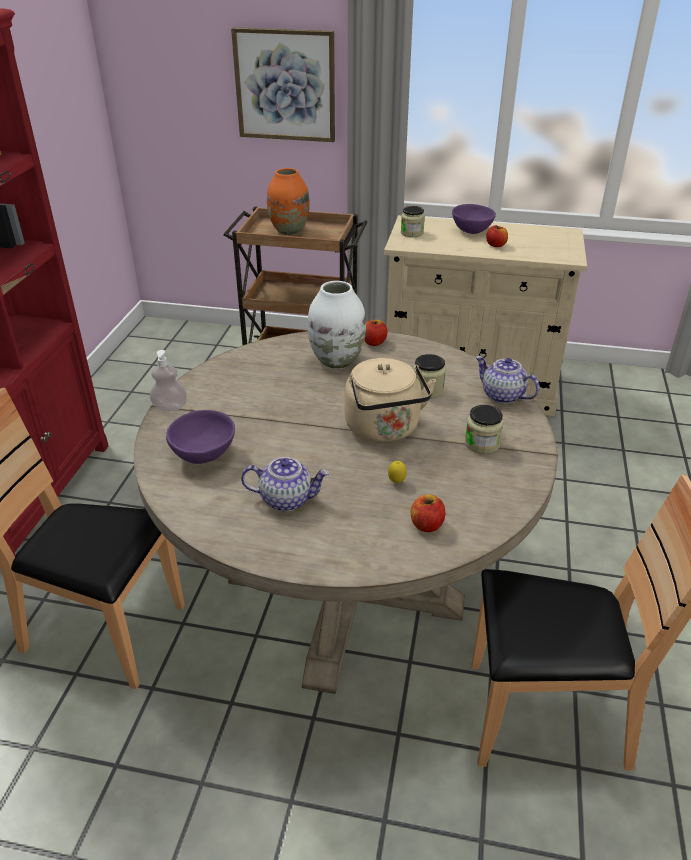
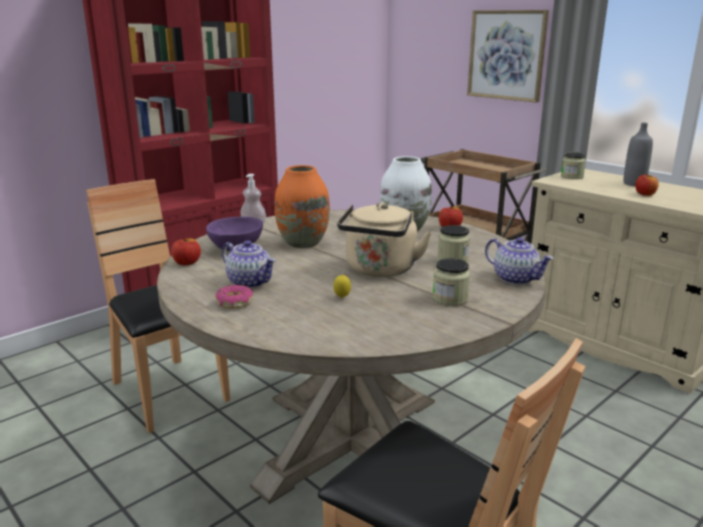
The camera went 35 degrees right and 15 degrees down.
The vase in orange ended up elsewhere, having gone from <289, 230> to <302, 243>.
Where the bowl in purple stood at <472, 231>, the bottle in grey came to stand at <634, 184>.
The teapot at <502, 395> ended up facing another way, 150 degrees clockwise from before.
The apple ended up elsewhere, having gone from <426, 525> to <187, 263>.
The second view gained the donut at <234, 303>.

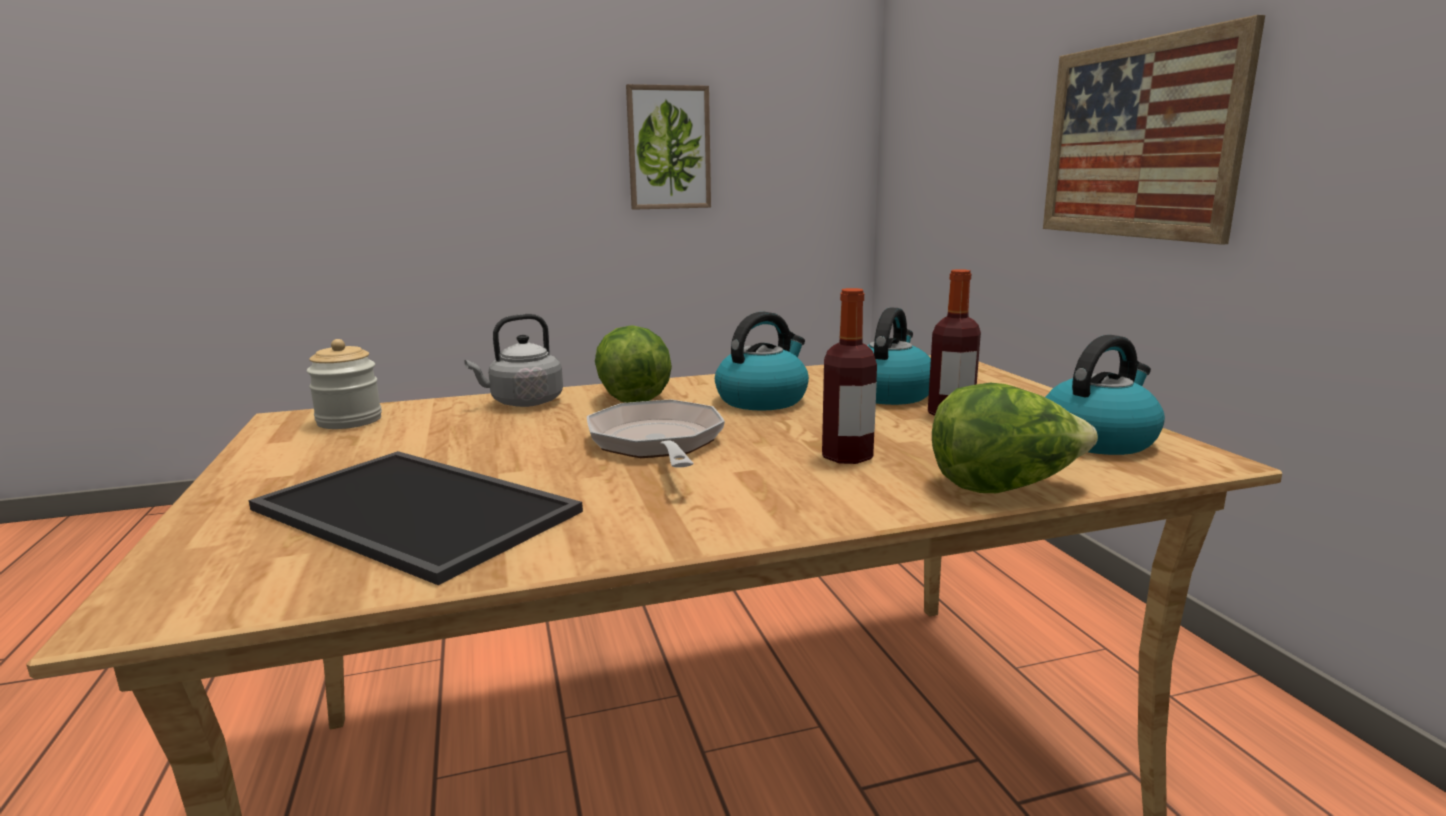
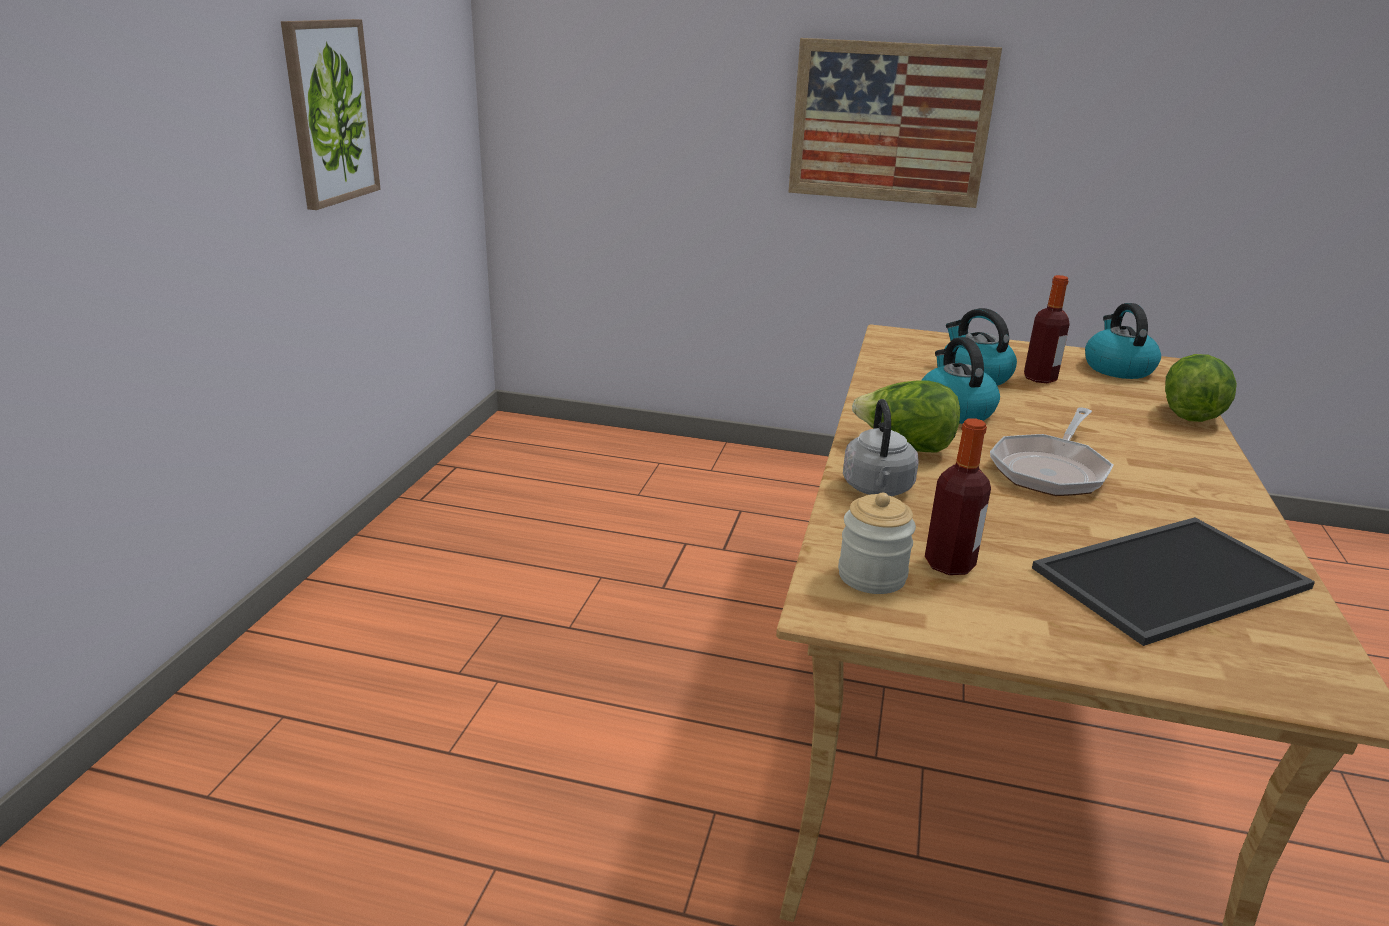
The camera went 60 degrees left and 10 degrees up.
The bottle ended up elsewhere, having gone from <847, 456> to <949, 564>.
The frying pan at <657, 444> ended up facing another way, 75 degrees counterclockwise from before.

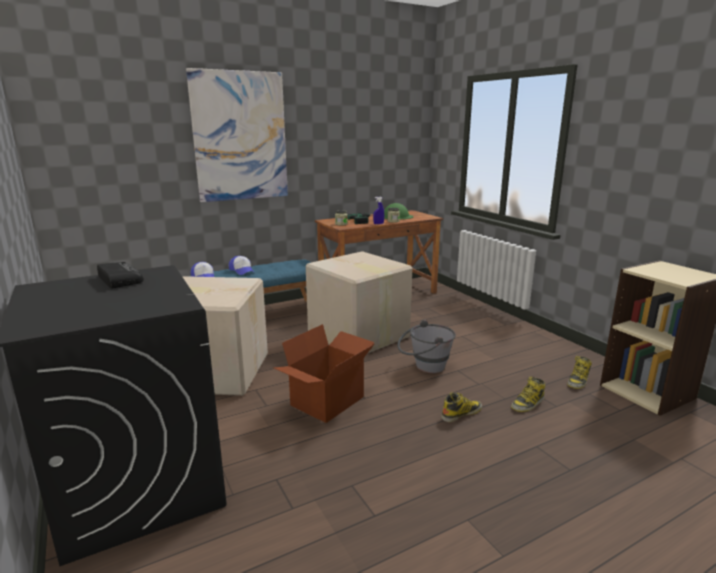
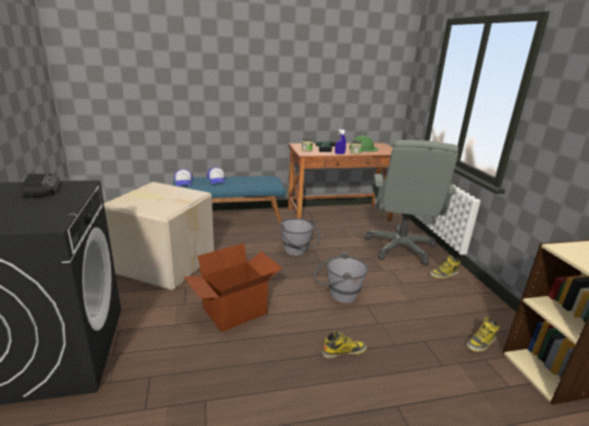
The camera went 15 degrees right and 5 degrees up.
The second view lost the picture at <240, 137>.
Where the cardboard box stood at <358, 336>, the bucket in grey came to stand at <297, 252>.
The boot ended up elsewhere, having gone from <528, 403> to <444, 274>.
The second view gained the office chair in grey at <400, 248>.

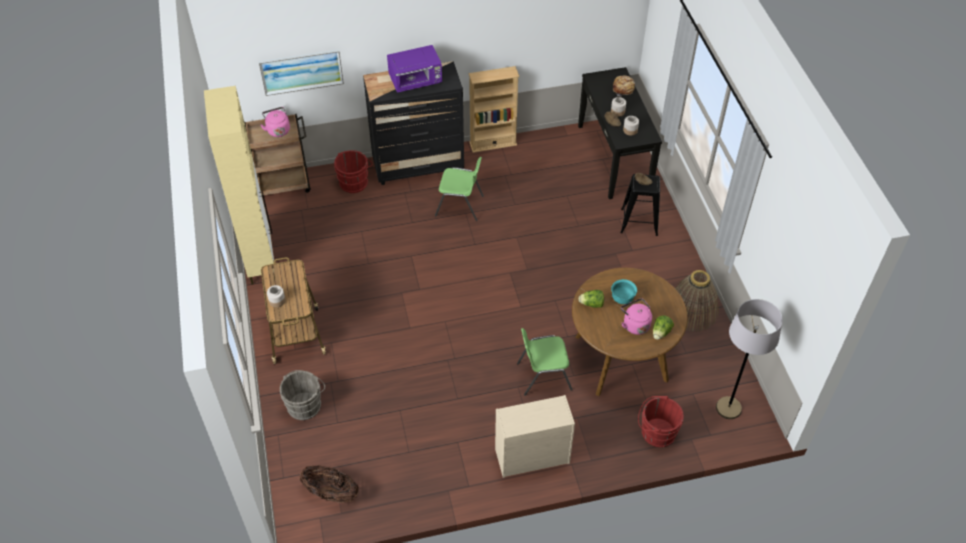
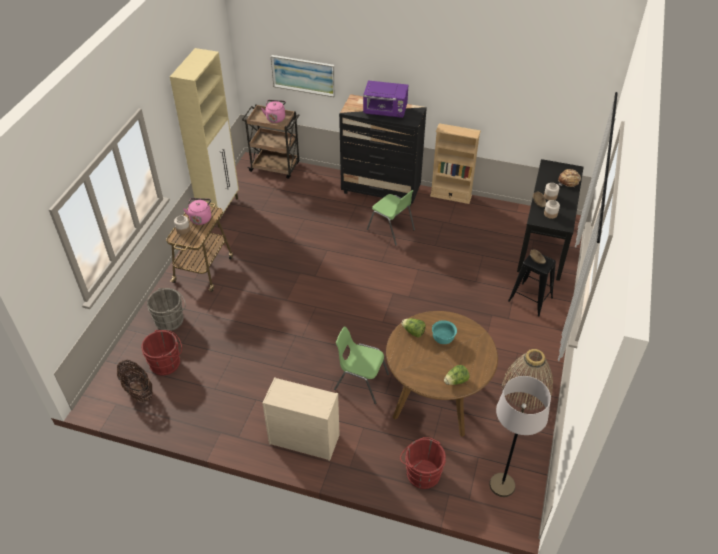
The camera went 30 degrees right and 5 degrees down.
The bucket in red ended up elsewhere, having gone from <355, 182> to <167, 363>.
The kettle in pink ended up elsewhere, having gone from <635, 324> to <201, 218>.

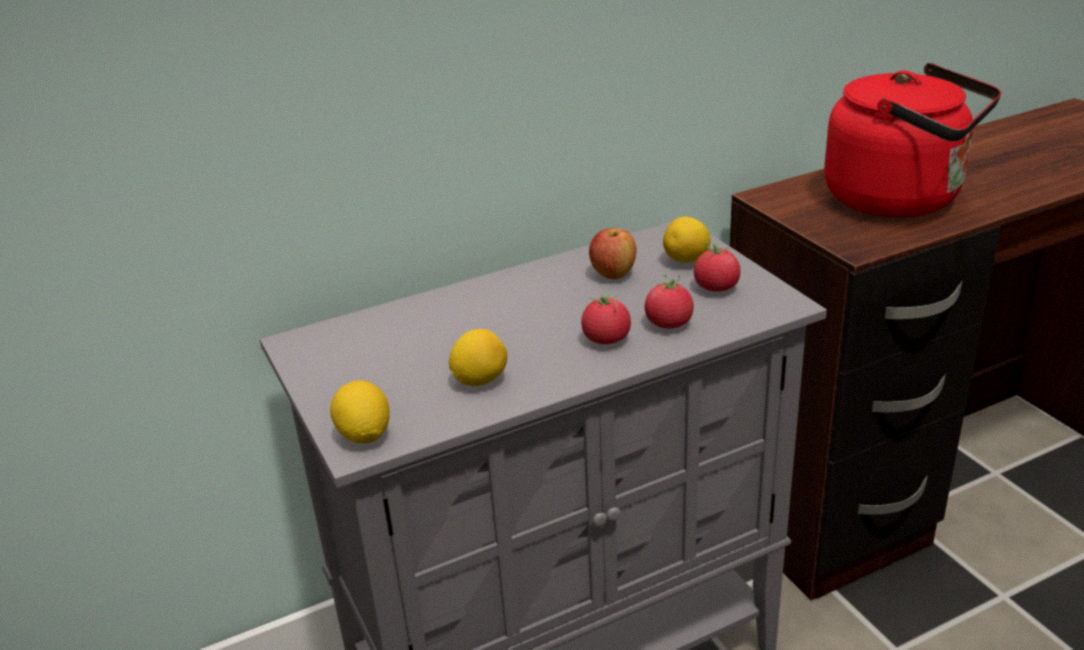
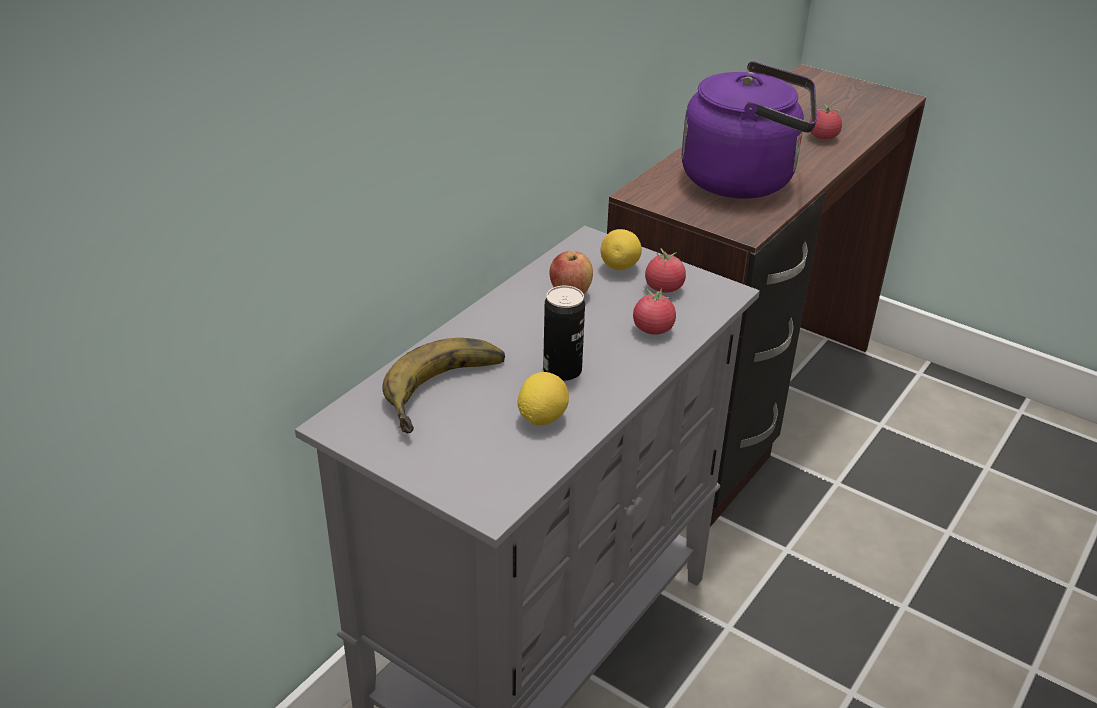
The camera went 30 degrees left and 5 degrees up.
What was the kettle in red at <901, 199> turned into the kettle in purple at <745, 180>.
The tomato ended up elsewhere, having gone from <606, 339> to <823, 137>.
The second view lost the lemon at <364, 435>.
The second view gained the can at <562, 370>.
The second view gained the banana at <451, 393>.

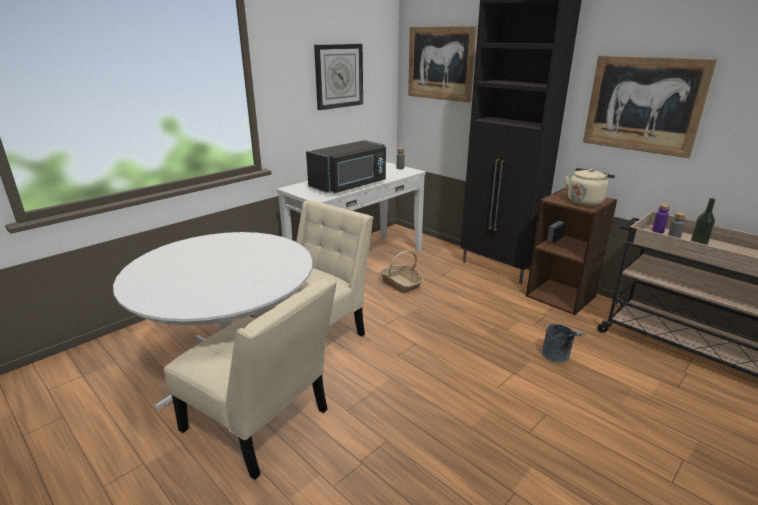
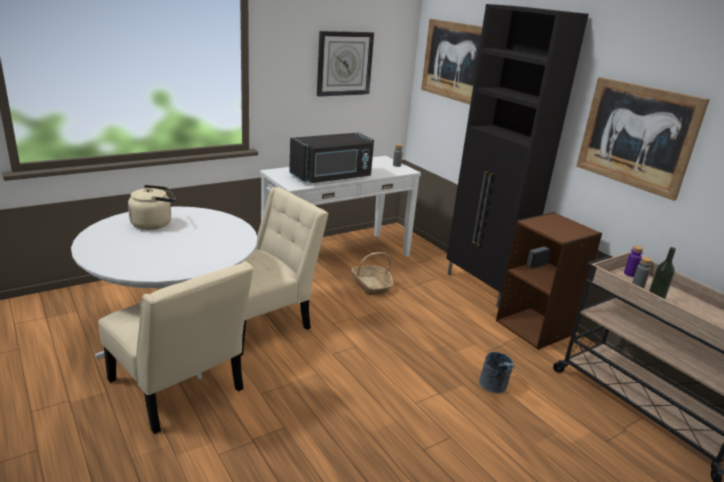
The camera went 10 degrees right and 0 degrees up.
The kettle in beige ended up elsewhere, having gone from <585, 201> to <154, 224>.

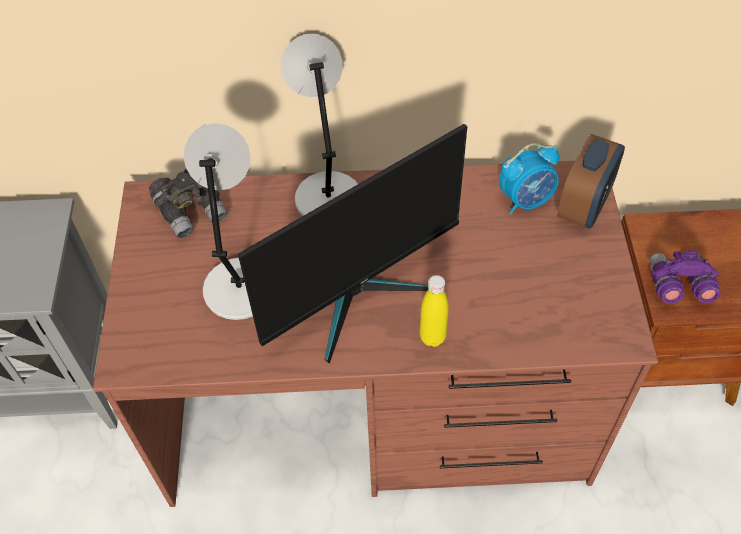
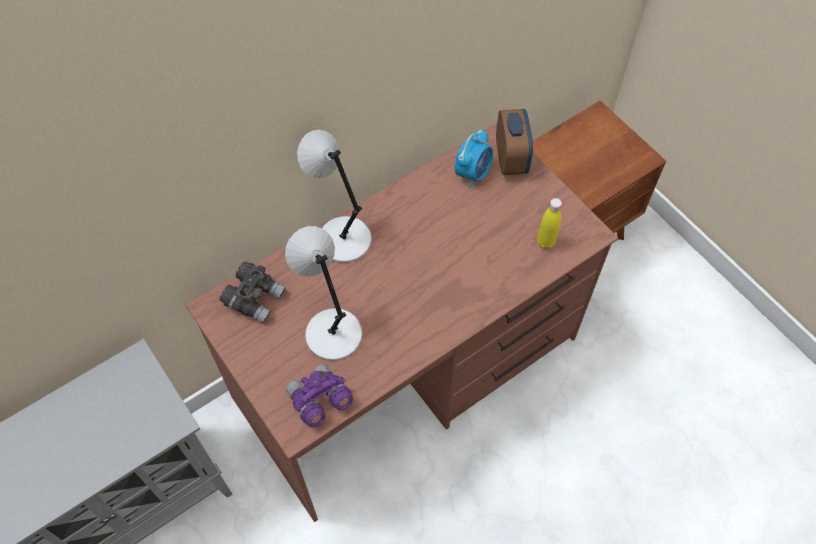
The camera went 35 degrees left and 5 degrees up.
The second view lost the monitor at <360, 295>.
The binoculars in purple ended up elsewhere, having gone from <677, 287> to <319, 401>.
The bottle in yellow ended up elsewhere, having gone from <432, 337> to <545, 242>.

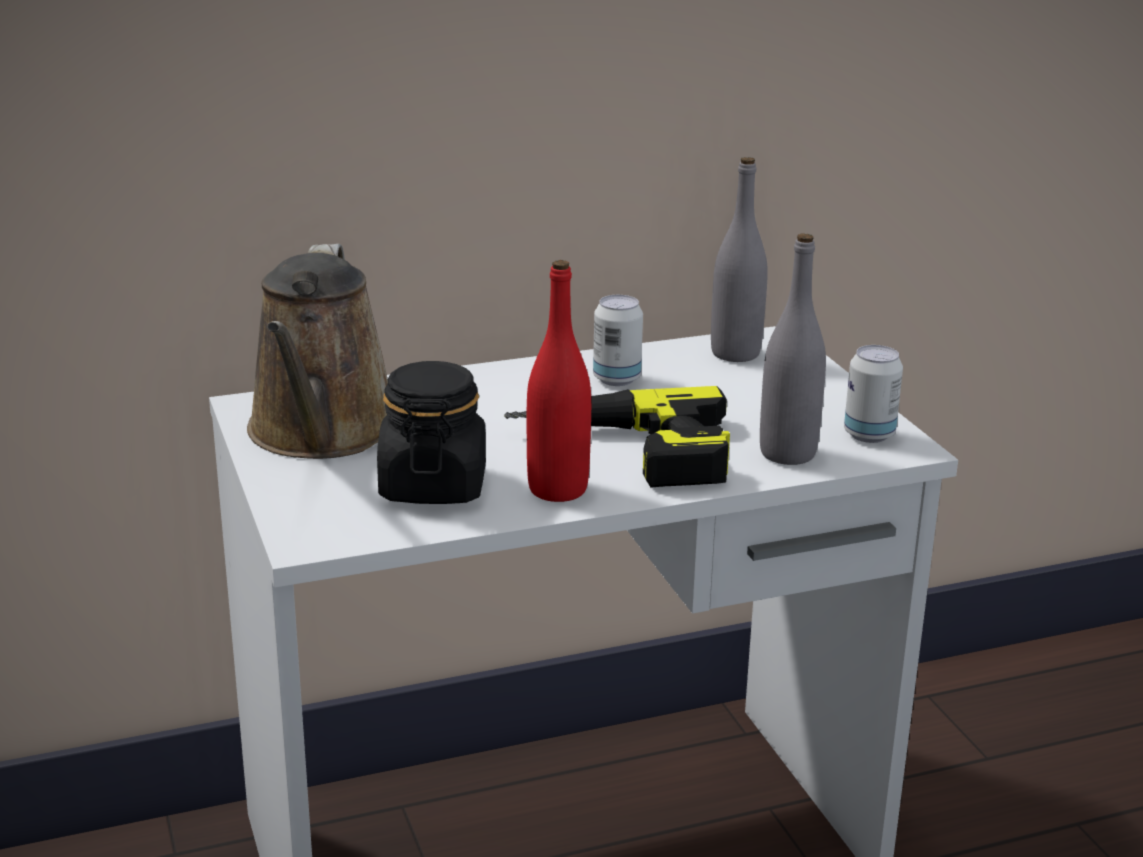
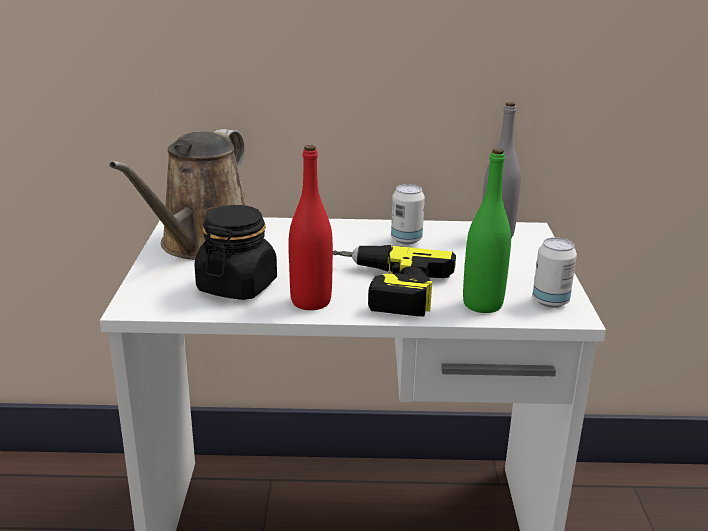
The camera went 20 degrees right and 0 degrees up.
What was the bottle in grey at <787, 453> turned into the bottle in green at <482, 304>.

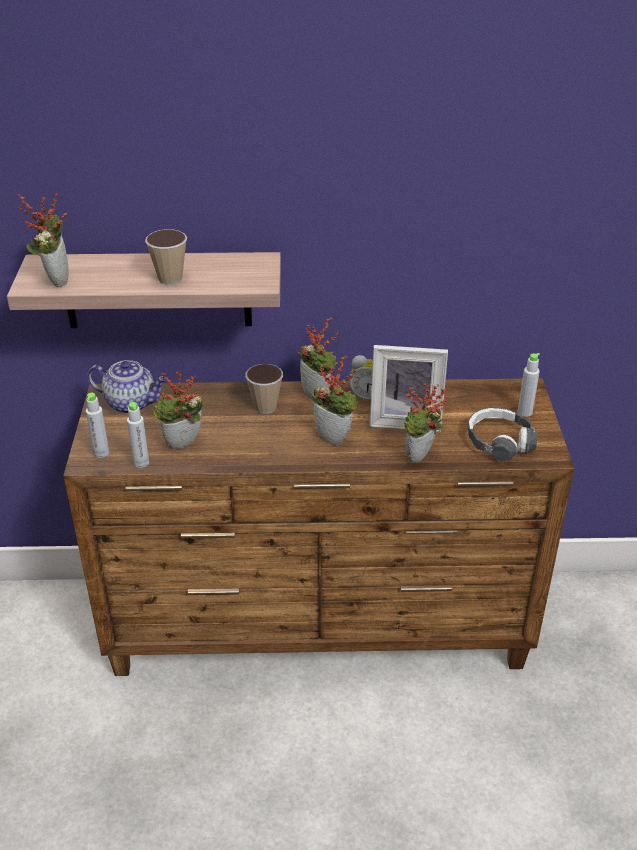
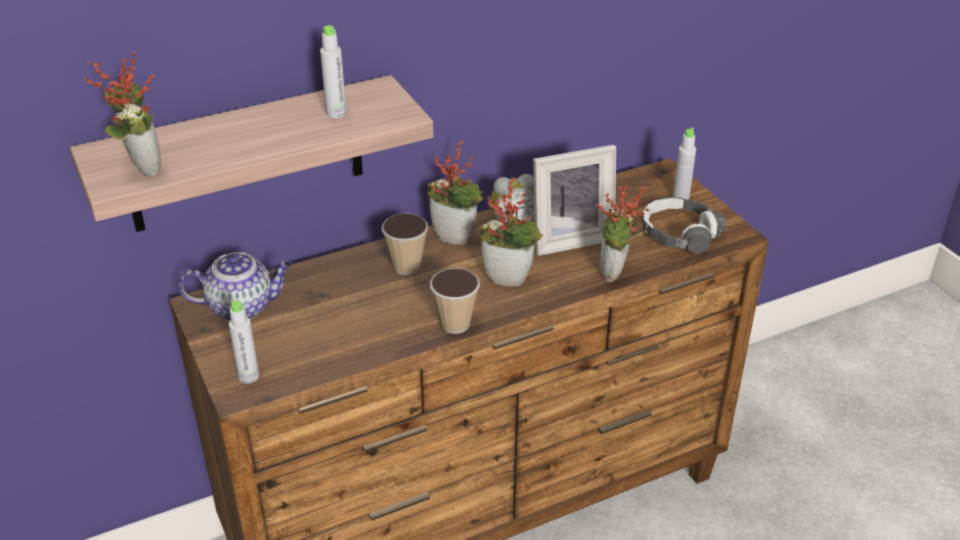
The camera went 25 degrees left and 0 degrees up.
The cup ended up elsewhere, having gone from <170, 278> to <455, 324>.
The second view lost the potted plant at <183, 446>.
The bottle in grey ended up elsewhere, having gone from <141, 462> to <336, 113>.

